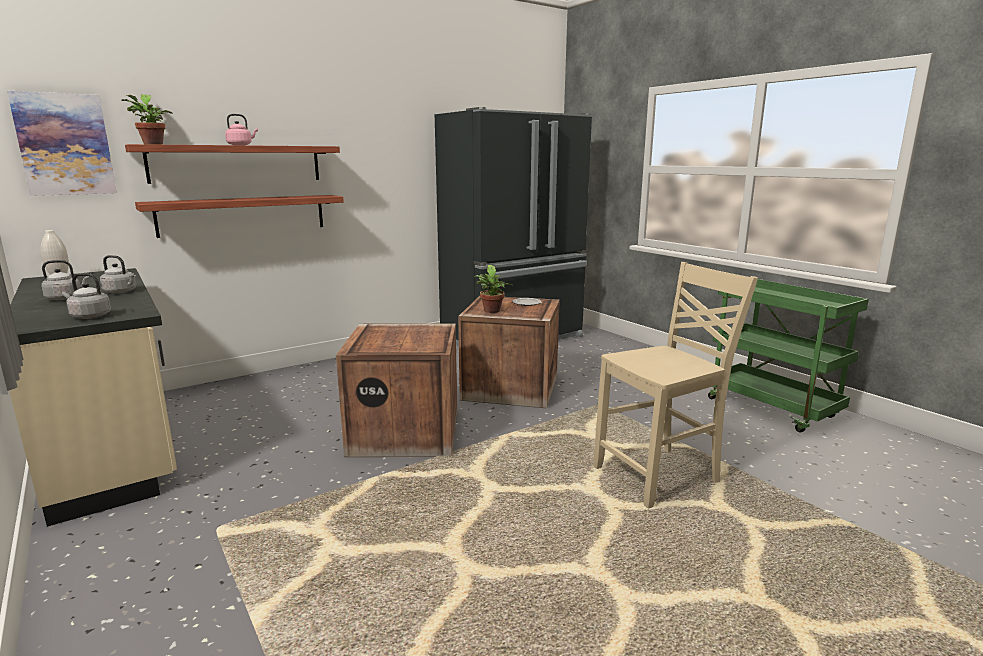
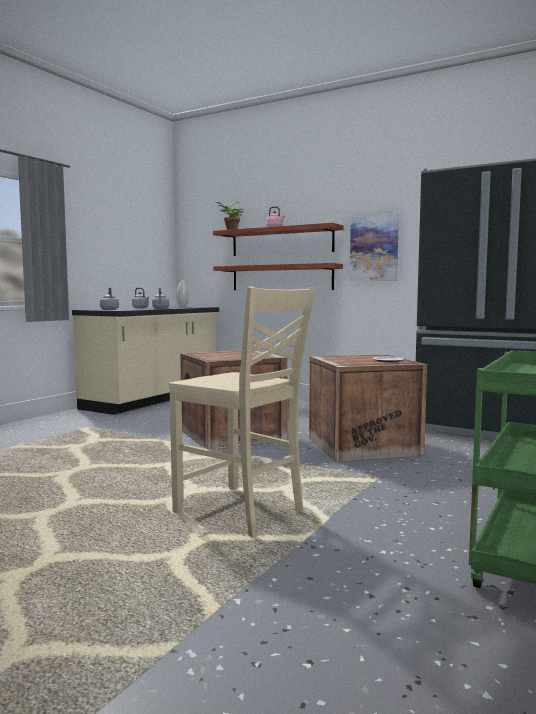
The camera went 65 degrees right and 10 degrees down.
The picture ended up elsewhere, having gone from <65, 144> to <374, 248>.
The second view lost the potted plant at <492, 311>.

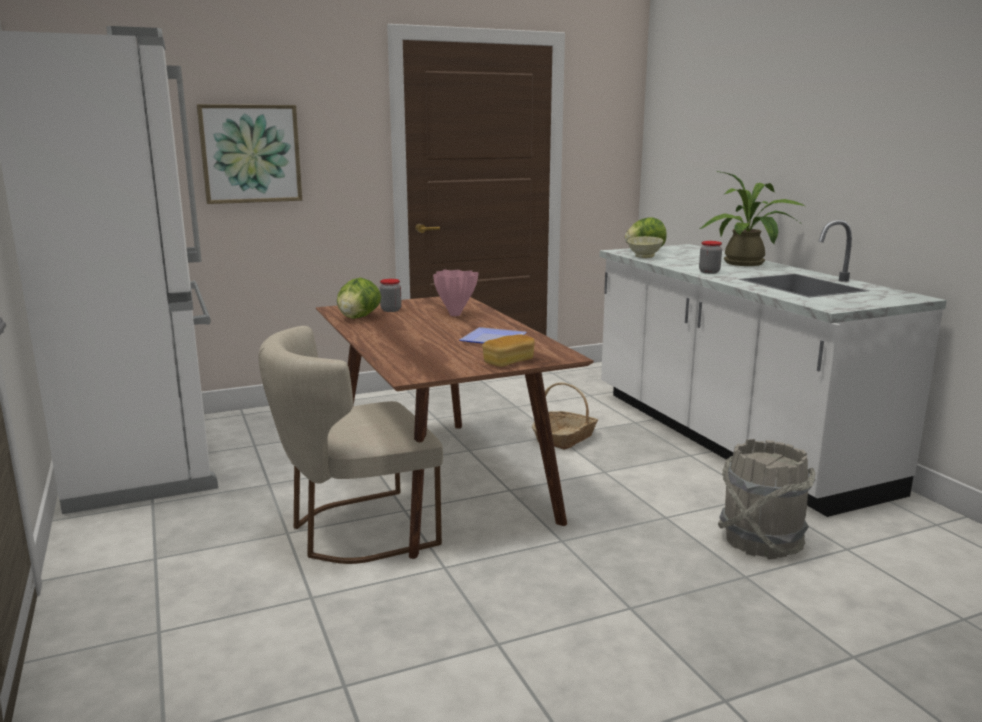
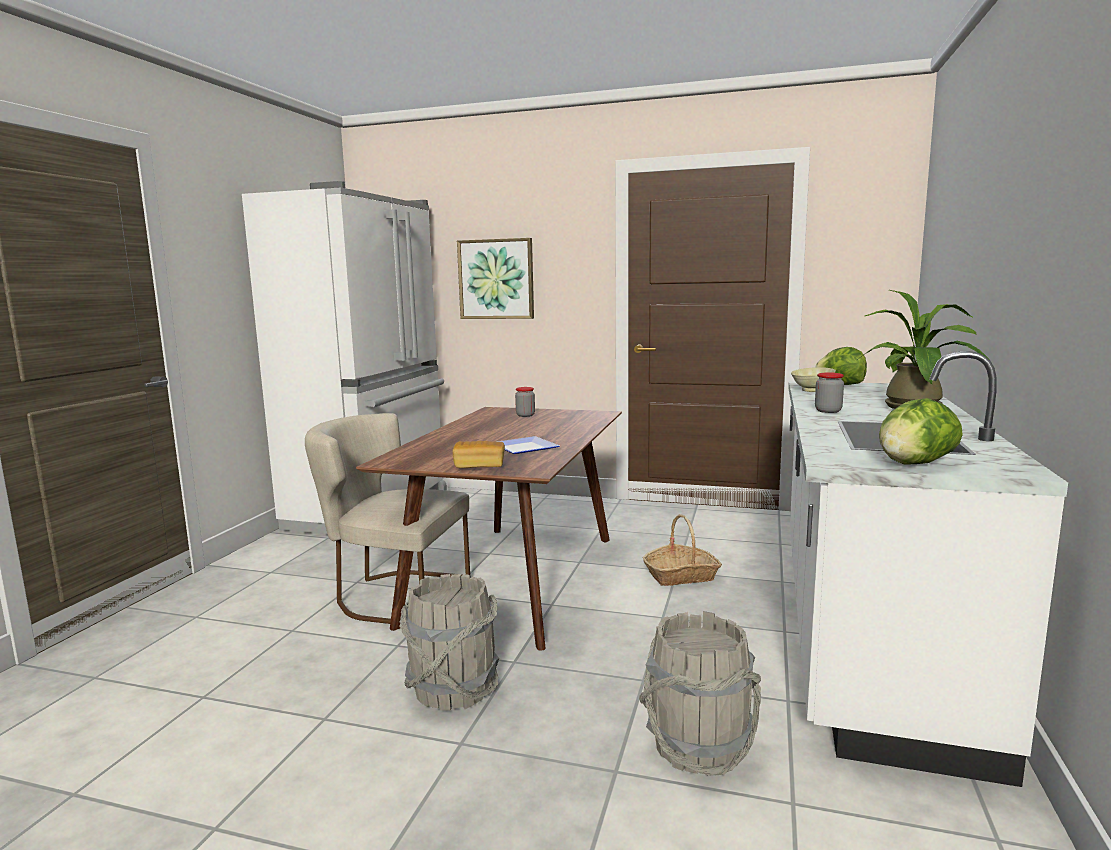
The camera went 40 degrees right and 5 degrees down.
The second view lost the vase in pink at <455, 315>.
The lettuce ended up elsewhere, having gone from <358, 317> to <914, 464>.
The second view gained the bucket in grey at <454, 689>.

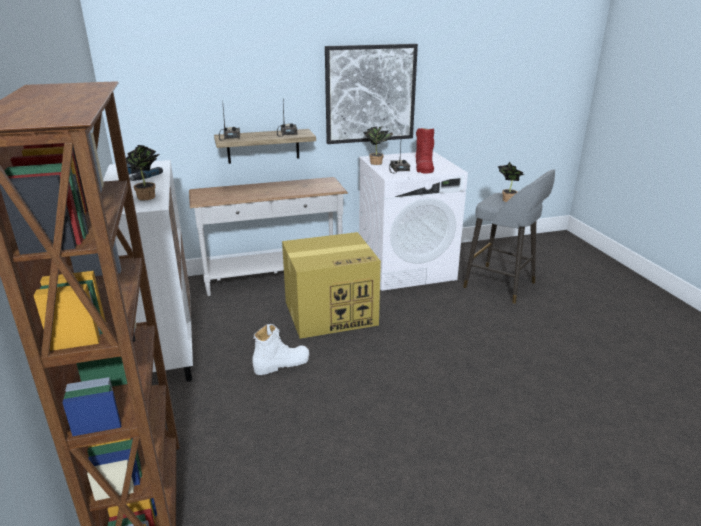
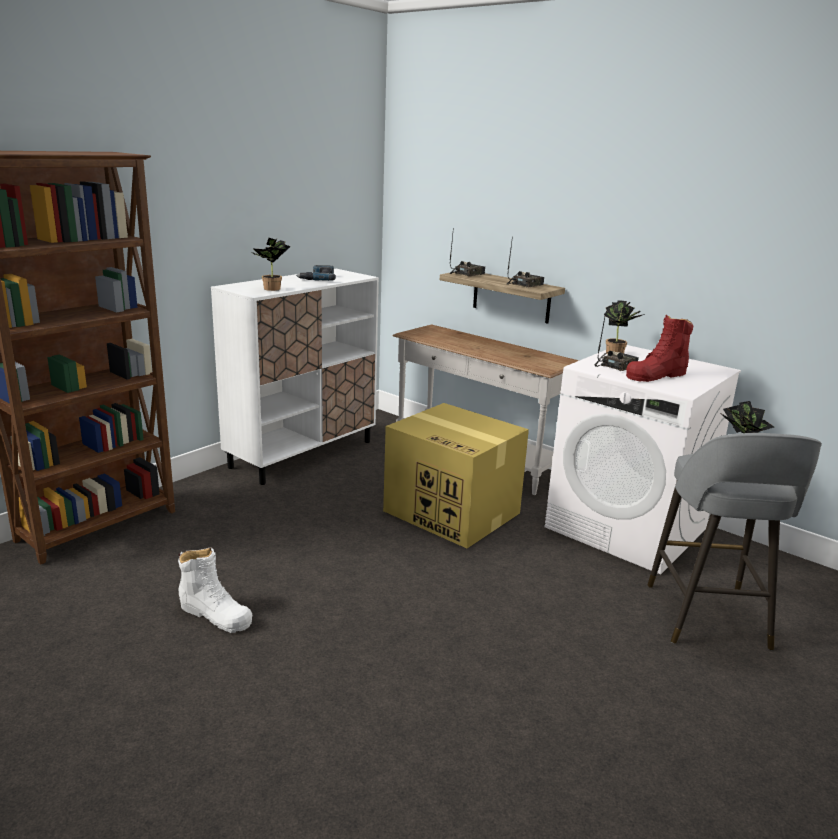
The camera went 55 degrees right and 5 degrees down.
The second view lost the picture at <370, 94>.
The boot in white ended up elsewhere, having gone from <281, 364> to <215, 614>.

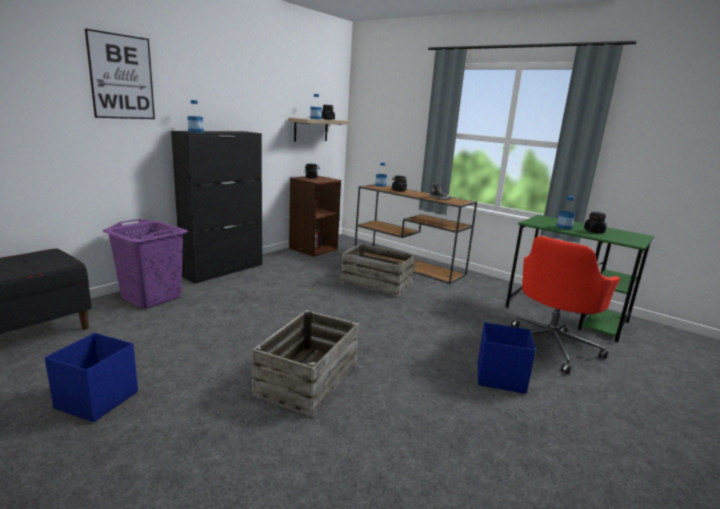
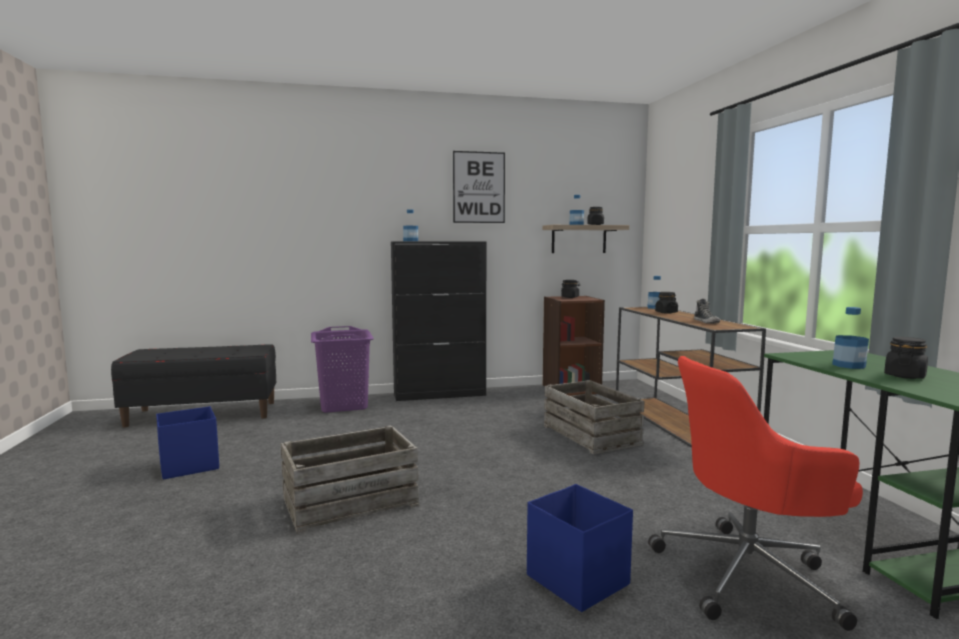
The camera went 40 degrees right and 10 degrees down.
The picture ended up elsewhere, having gone from <122, 77> to <479, 187>.

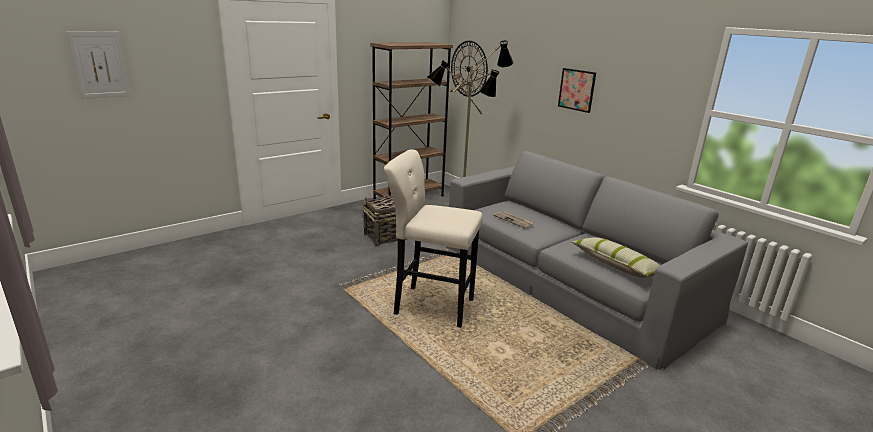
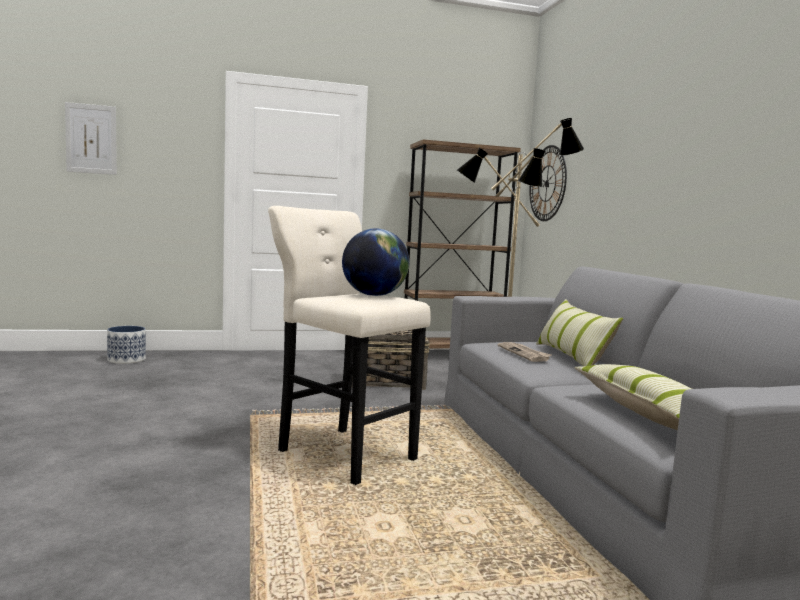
The camera went 25 degrees right and 15 degrees down.
The second view lost the picture at <576, 90>.
The second view gained the globe at <374, 295>.
The second view gained the pillow at <572, 357>.
The second view gained the planter at <127, 359>.

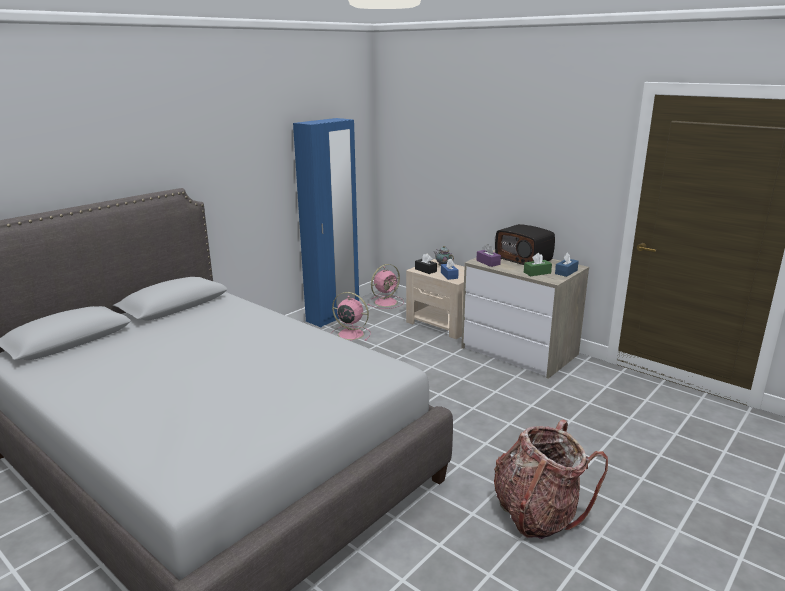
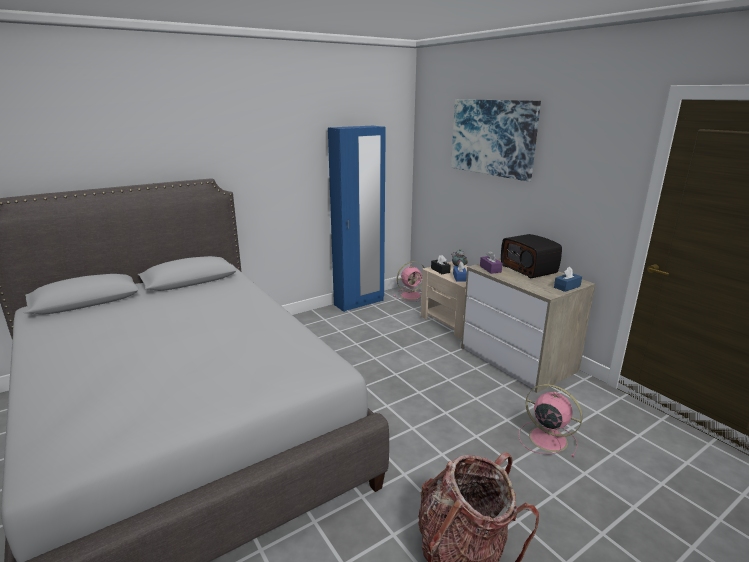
The camera went 15 degrees right and 0 degrees up.
The second view lost the tissue box in green at <537, 273>.
The fan in pink ended up elsewhere, having gone from <349, 334> to <546, 438>.
The second view gained the picture at <492, 137>.

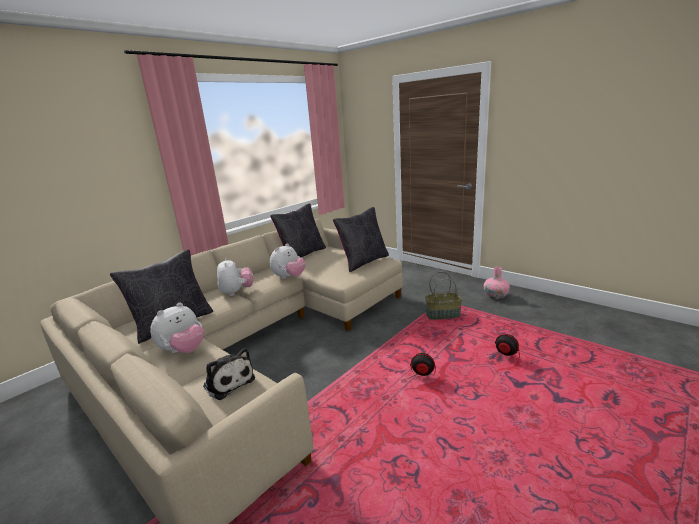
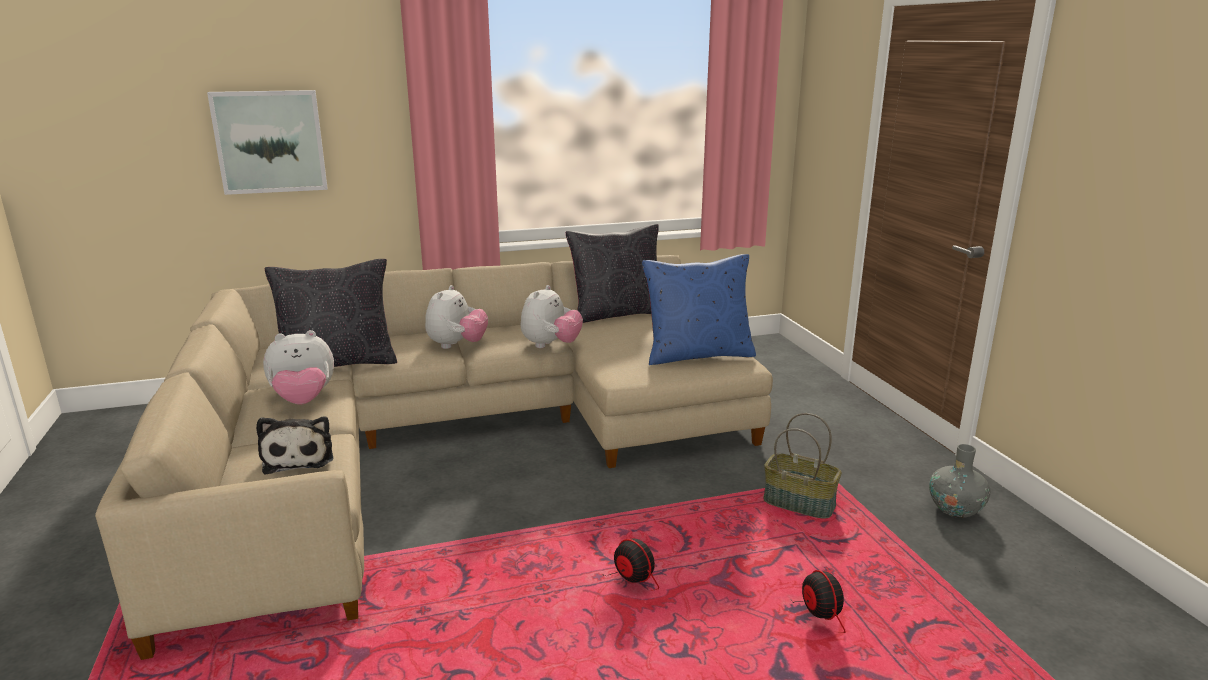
The camera went 30 degrees right and 0 degrees up.
What was the pillow in black at <363, 261> turned into the pillow in blue at <697, 355>.
The plush toy at <289, 277> ended up facing another way, 45 degrees counterclockwise from before.
What was the vase in pink at <495, 296> turned into the vase in grey at <955, 509>.
The second view gained the picture at <270, 142>.

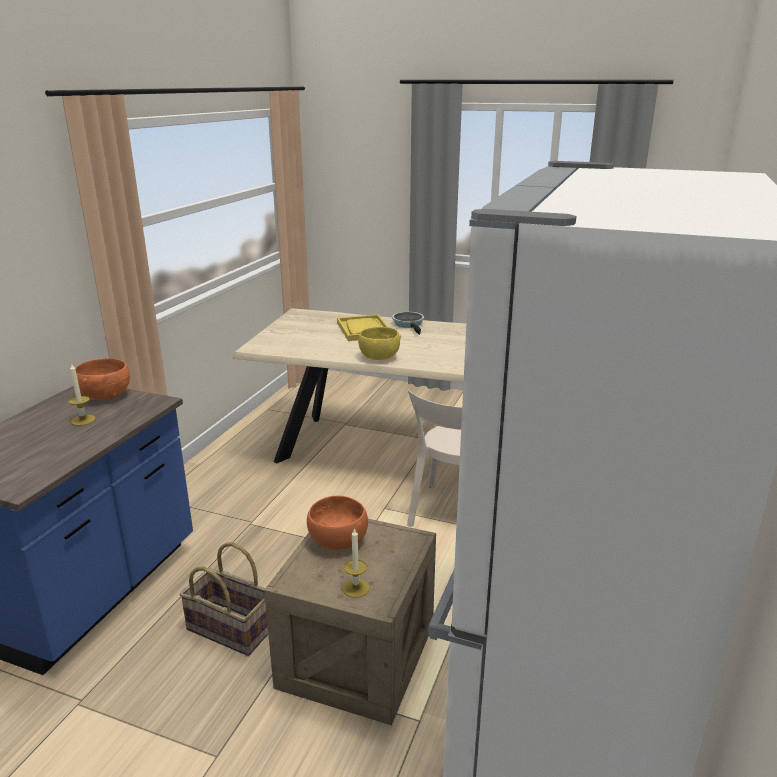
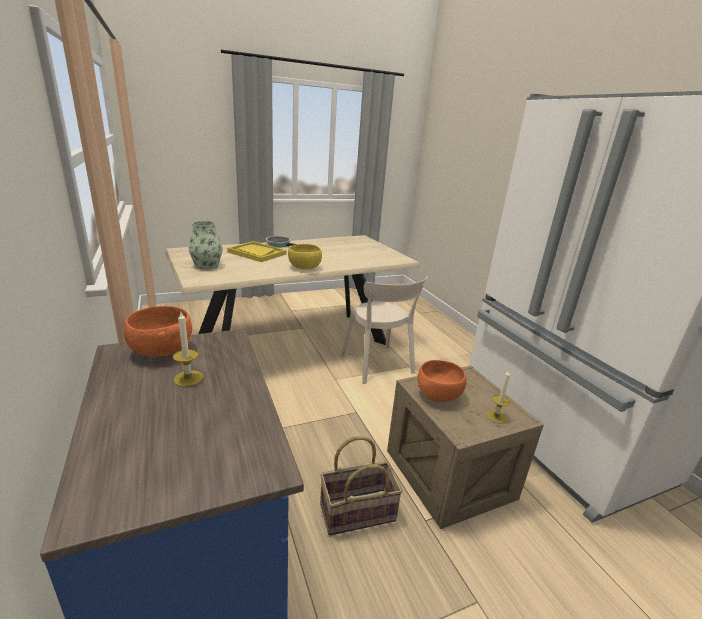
The camera went 45 degrees left and 0 degrees up.
The second view gained the vase at <207, 266>.

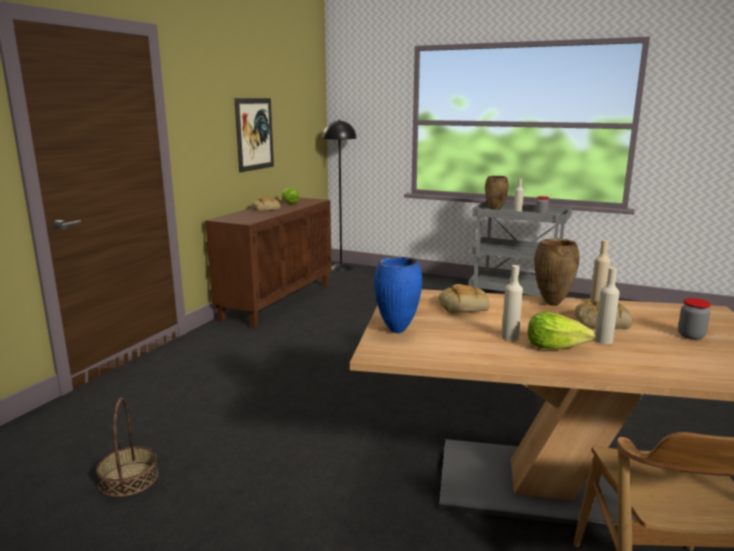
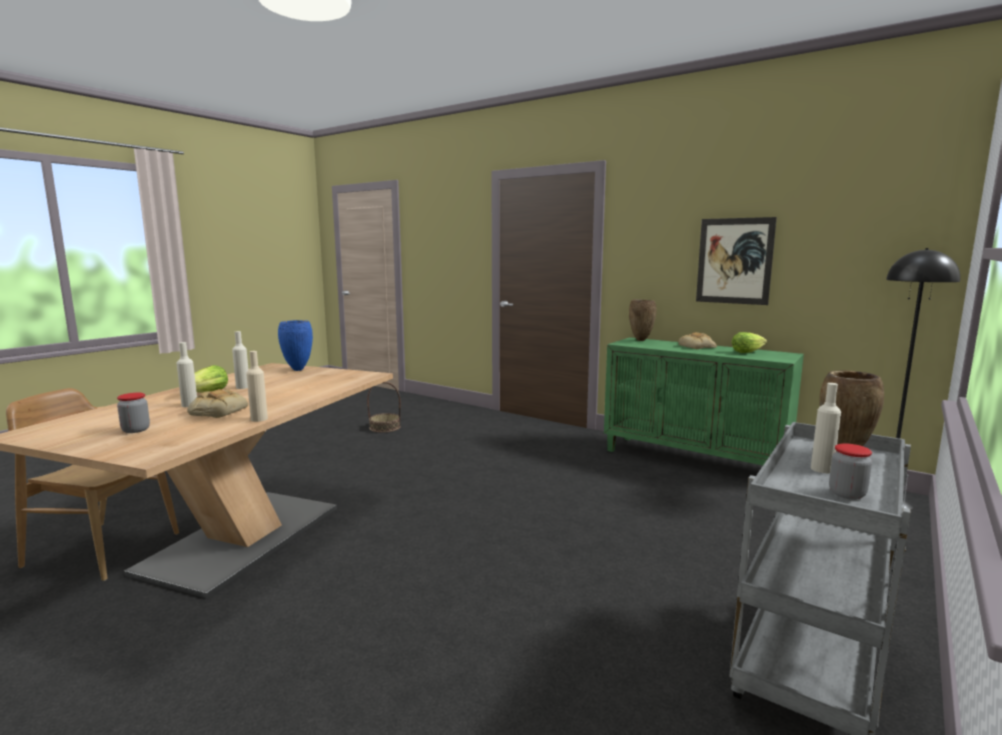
The camera went 100 degrees right and 5 degrees down.
What was the cabinet in brown at <277, 301> turned into the cabinet in green at <694, 460>.
The vase in brown ended up elsewhere, having gone from <551, 304> to <641, 340>.
The second view lost the bread at <463, 306>.

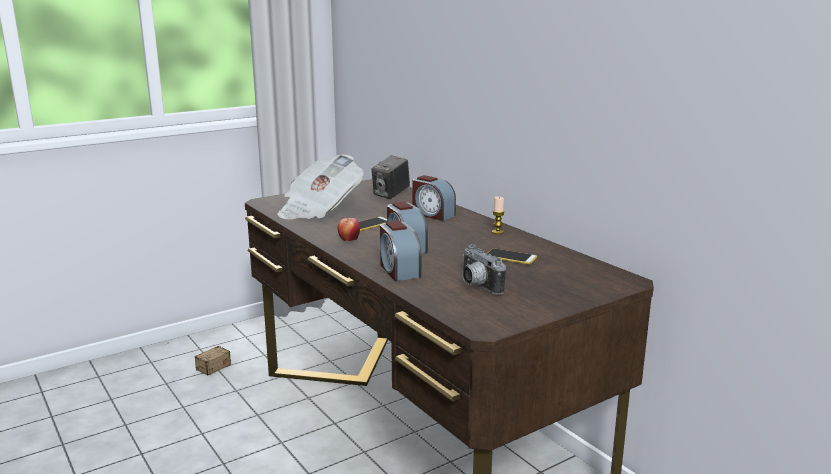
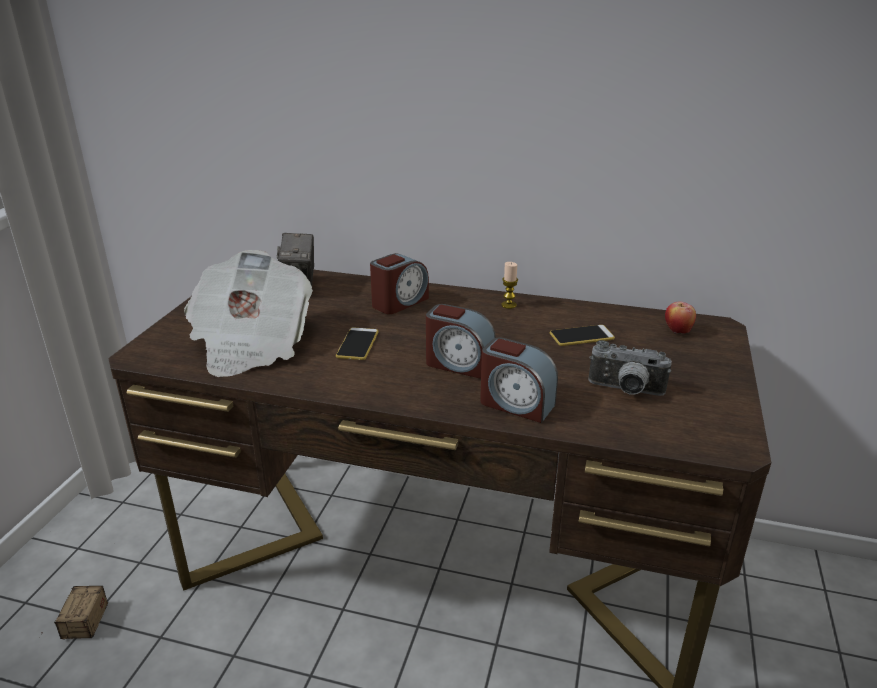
The camera went 40 degrees left and 10 degrees up.
The alarm clock at <432, 214> ended up facing another way, 45 degrees counterclockwise from before.
The apple ended up elsewhere, having gone from <349, 241> to <677, 331>.

